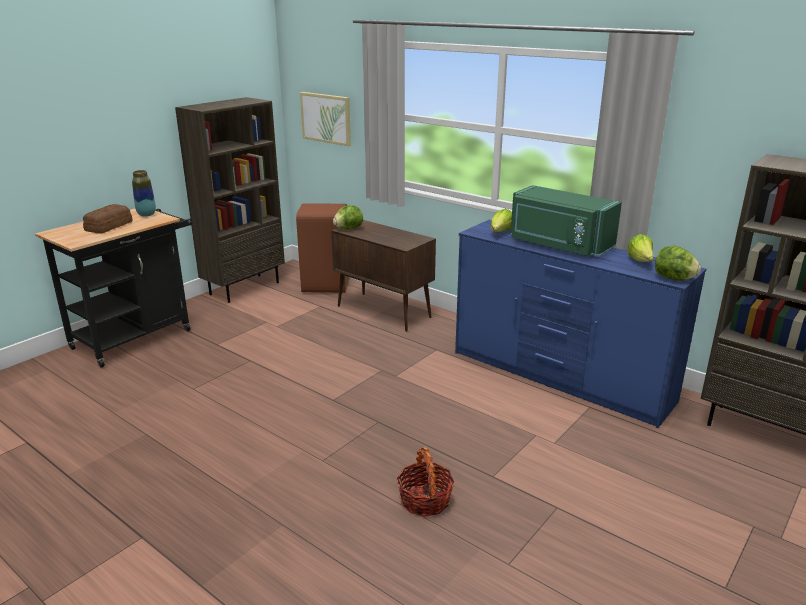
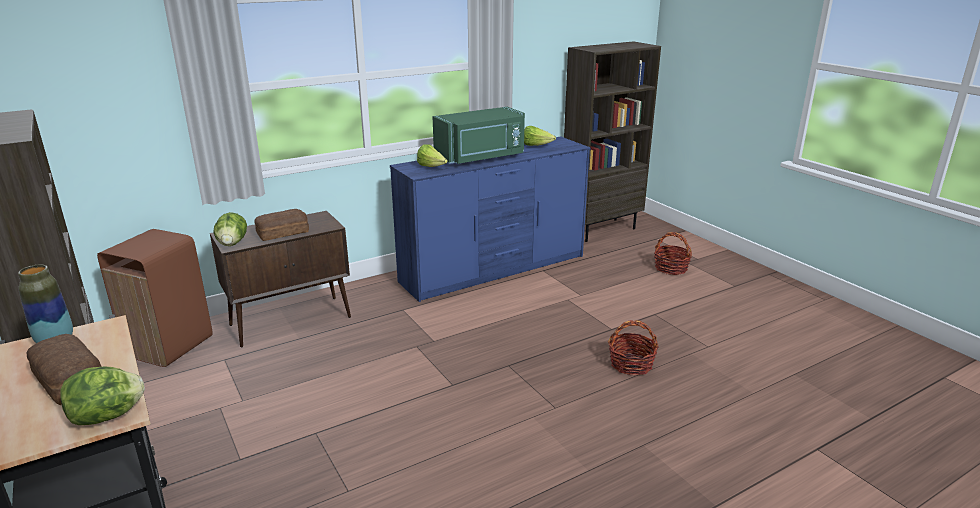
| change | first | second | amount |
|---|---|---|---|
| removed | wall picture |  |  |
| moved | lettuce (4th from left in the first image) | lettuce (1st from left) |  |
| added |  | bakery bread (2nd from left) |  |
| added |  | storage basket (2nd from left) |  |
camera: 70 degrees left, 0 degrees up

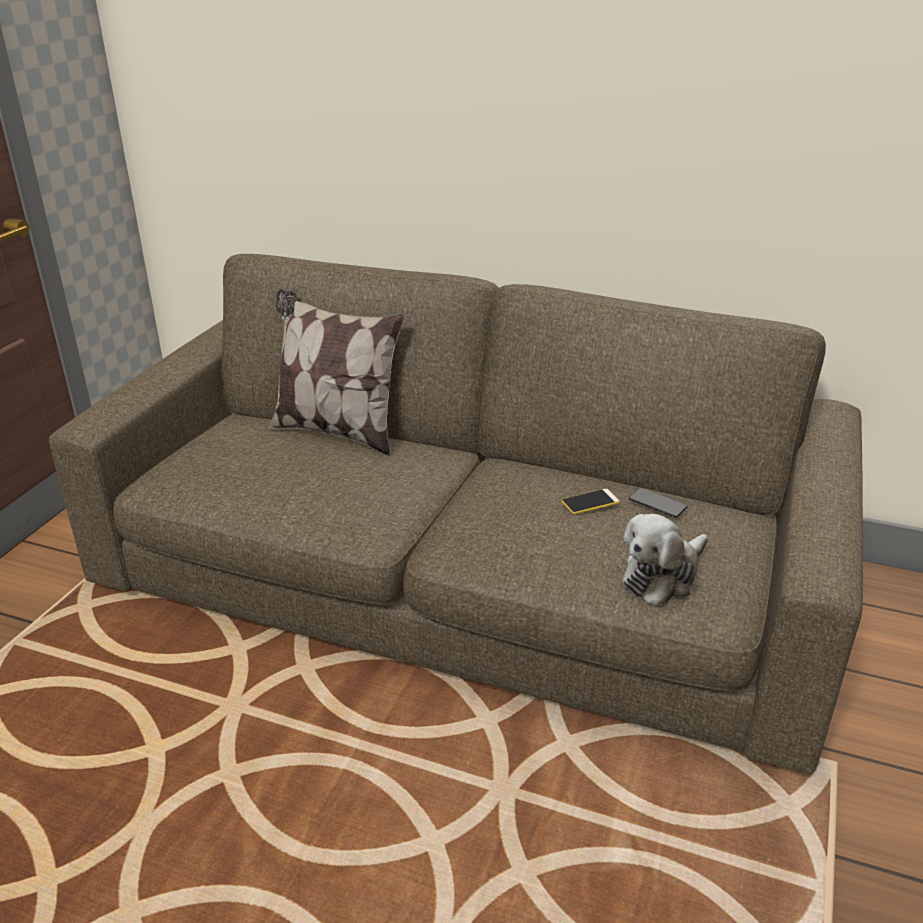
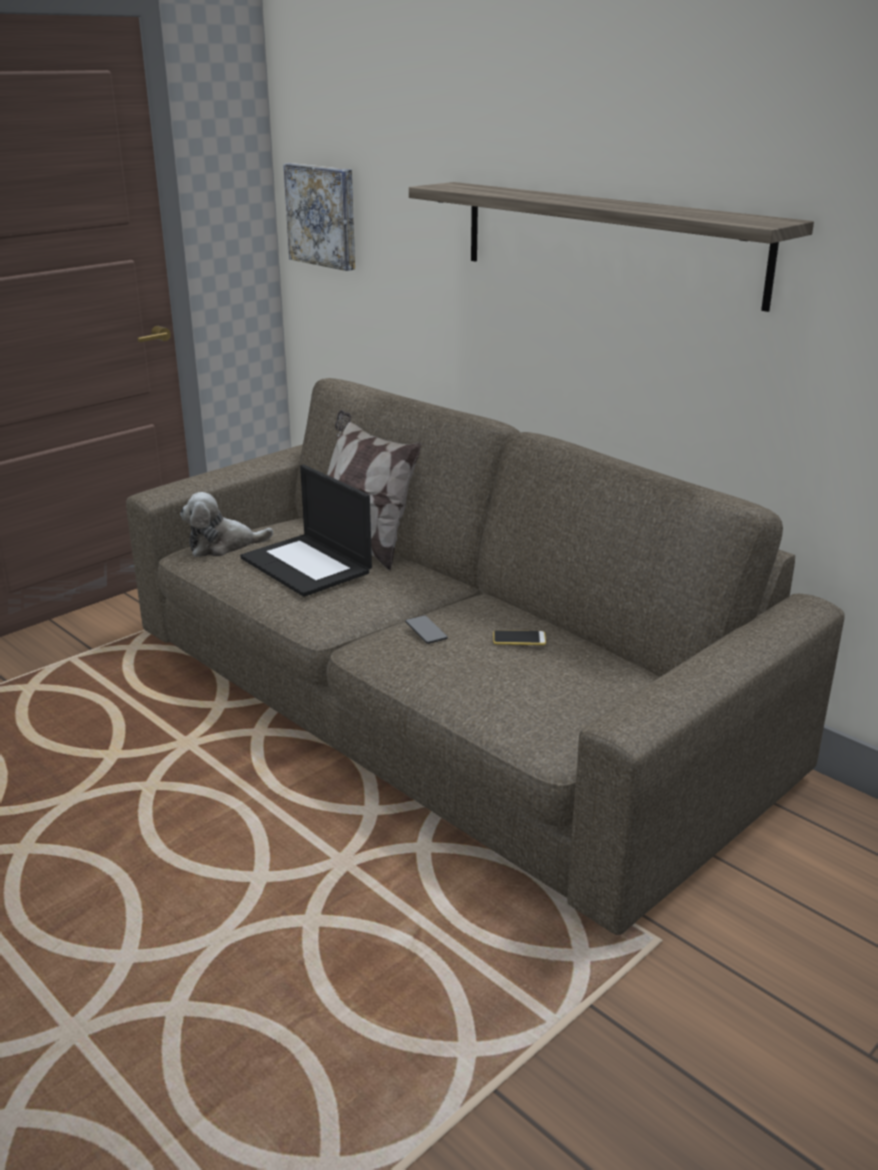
| change | first | second | amount |
|---|---|---|---|
| moved | phone (2nd from left in the first image) | phone (1st from left) |  |
| moved | cuddly toy |  |  |
| added |  | wall picture |  |
| added |  | shelf |  |
| added |  | laptop |  |
camera: 25 degrees right, 5 degrees down

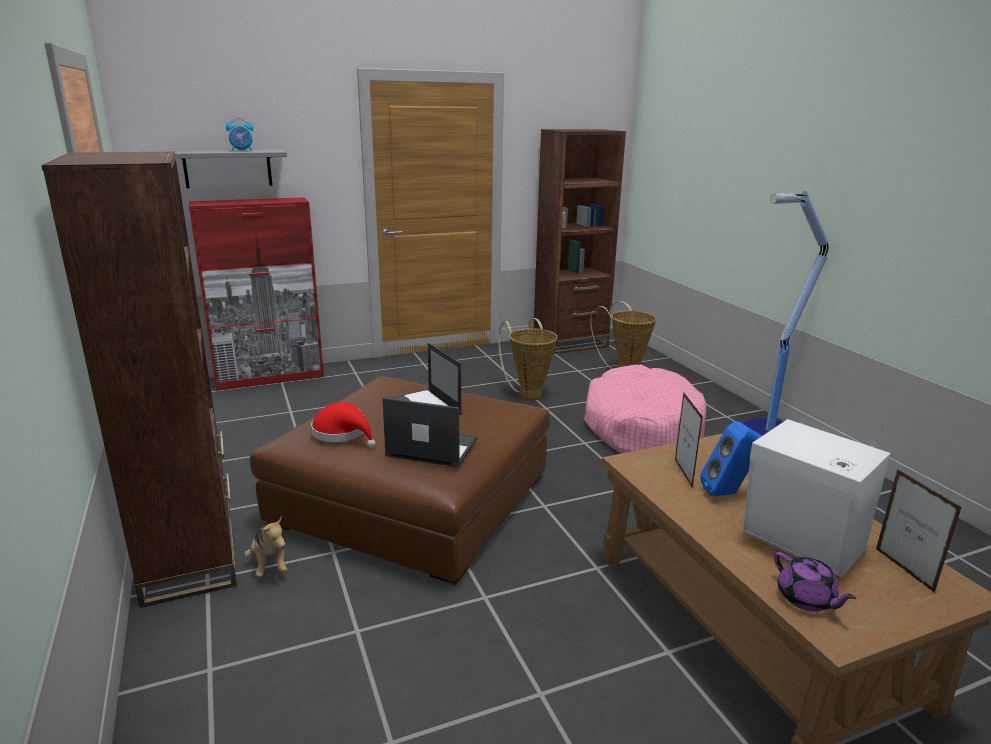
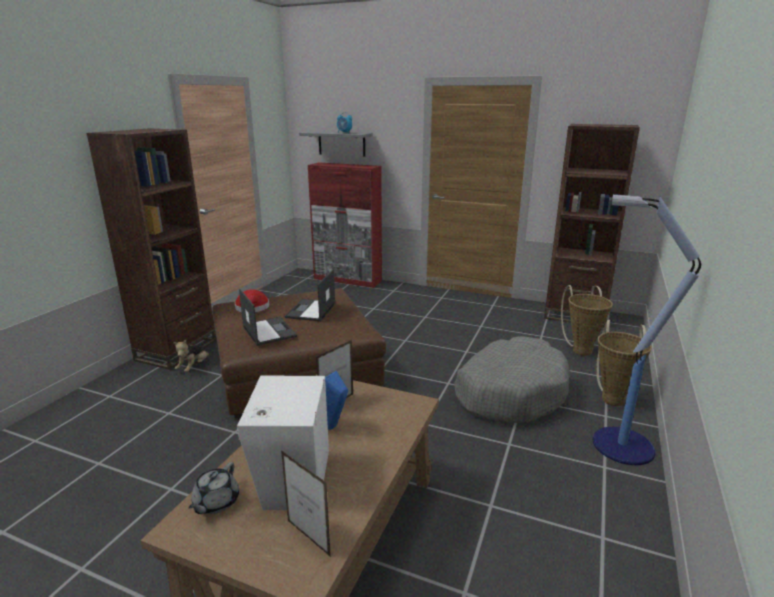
| change | first | second | amount |
|---|---|---|---|
| moved | storage basket (1st from left in the first image) | storage basket (2nd from left) |  |
| recoloured | pink-coloured pet bed | greyish pet bed |  |
| turned | standing frame (2nd from left in the first image) | standing frame (1st from left) | 105 degrees clockwise |
| recoloured | purple tea pot | greyish tea pot |  |
camera: 45 degrees right, 0 degrees up

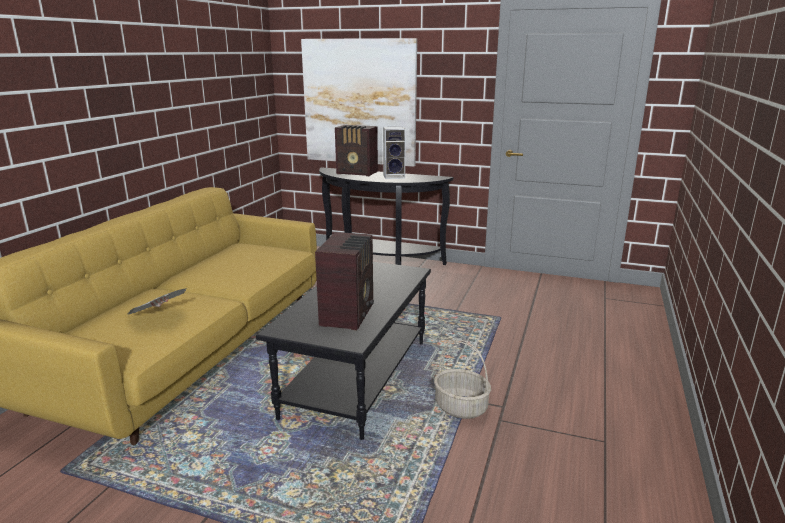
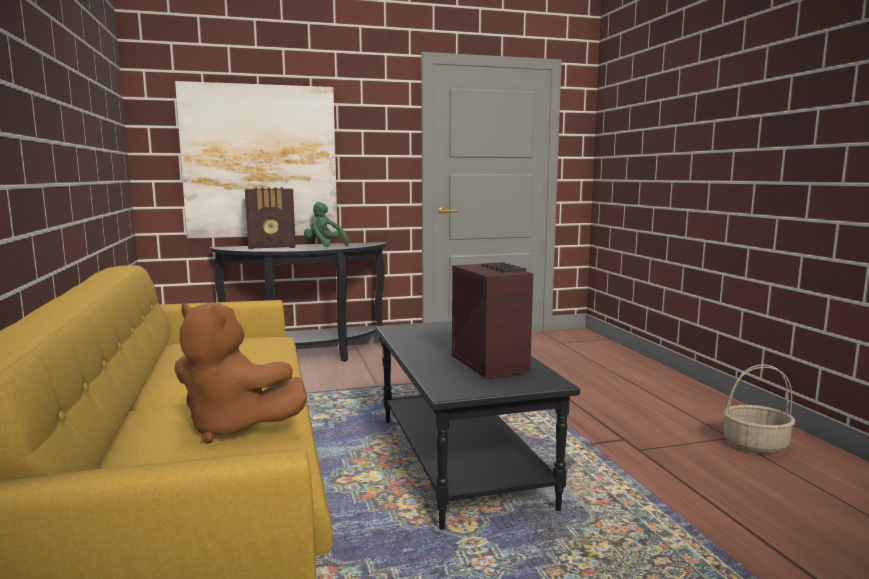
| change | first | second | amount |
|---|---|---|---|
| replaced | loudspeaker | green cuddly toy |  |
| replaced | newspaper | brown-coloured cuddly toy |  |
| moved | storage basket |  |  |
camera: 35 degrees left, 10 degrees down

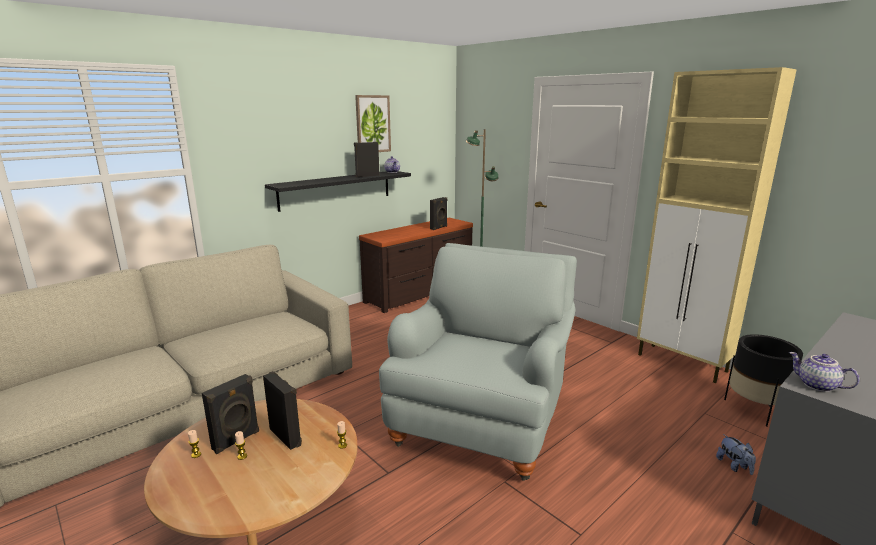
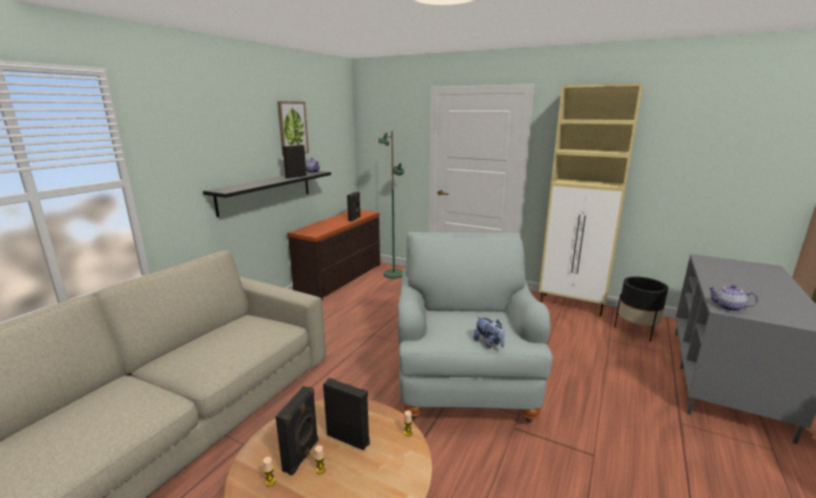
| change | first | second | amount |
|---|---|---|---|
| moved | cuddly toy |  |  |
camera: 20 degrees left, 0 degrees up

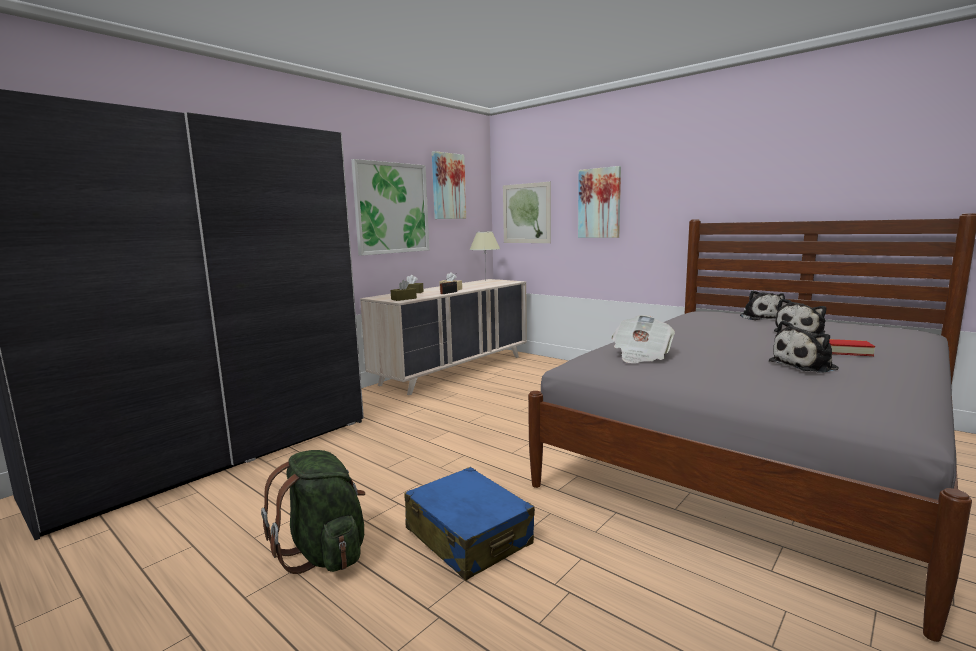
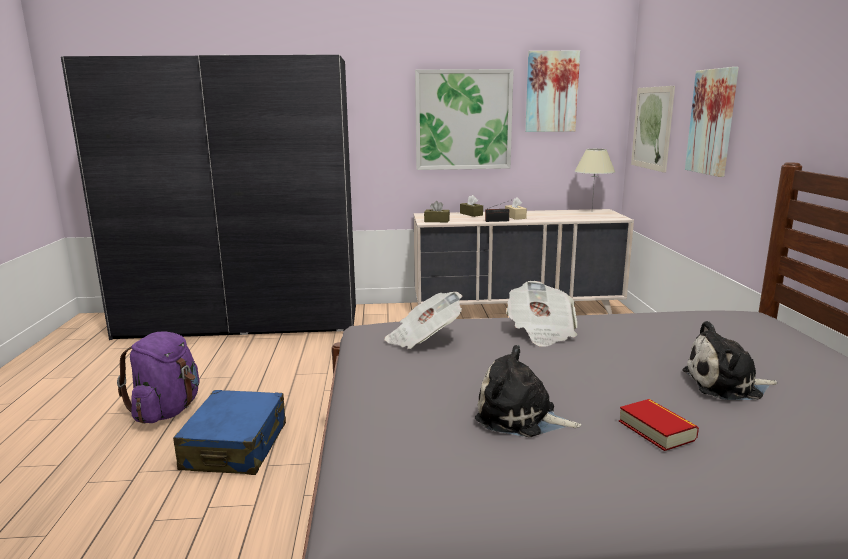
| change | first | second | amount |
|---|---|---|---|
| removed | cuddly toy (1st from left) |  |  |
| recoloured | green rucksack | purple rucksack |  |
| added |  | newspaper (2nd from left) |  |
camera: 45 degrees right, 5 degrees up

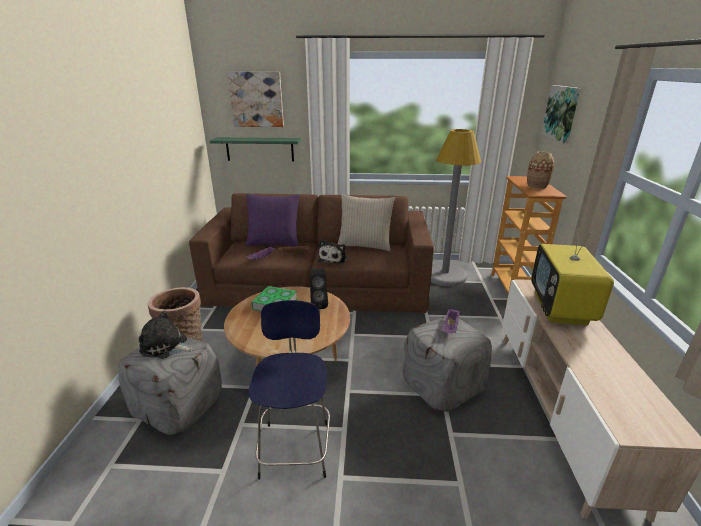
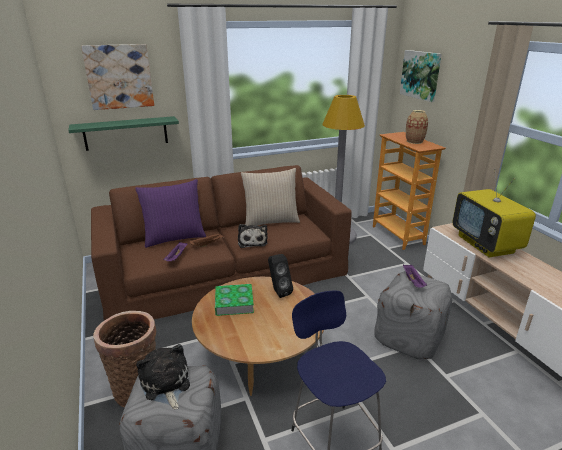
| change | first | second | amount |
|---|---|---|---|
| turned | cuddly toy (1st from left) |  | 75 degrees clockwise |
camera: 25 degrees left, 0 degrees up

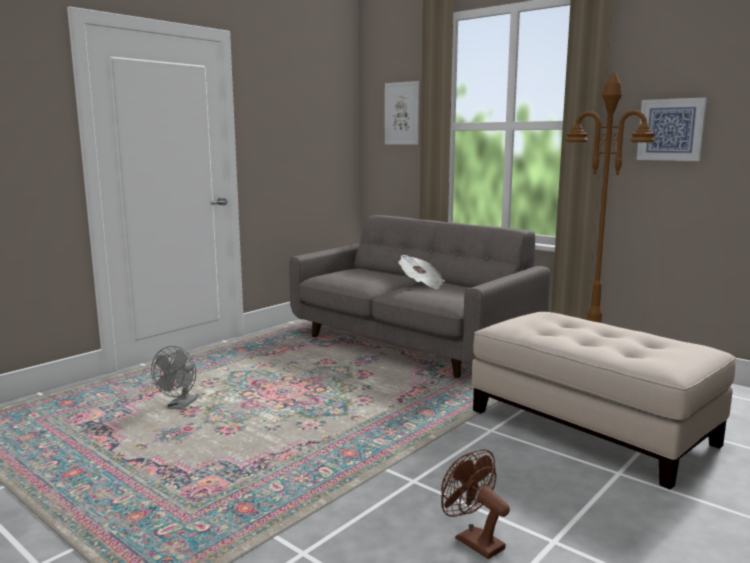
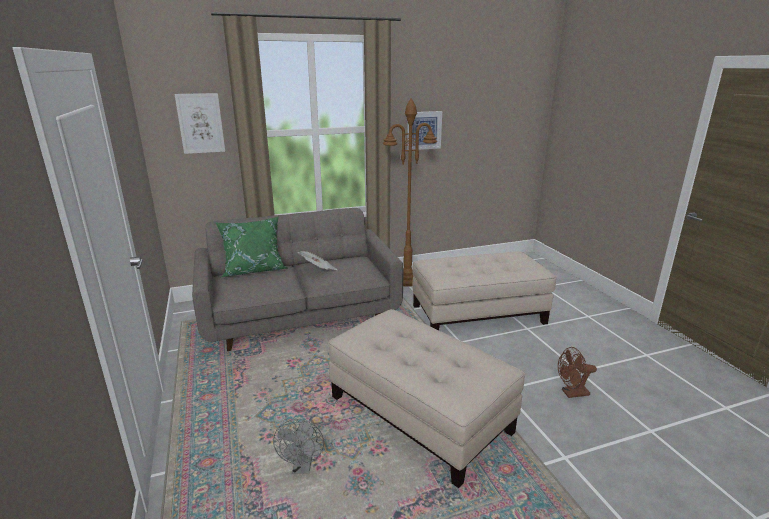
| change | first | second | amount |
|---|---|---|---|
| turned | greyish cooling fan |  | 45 degrees clockwise |
| added |  | green throw pillow |  |
| added |  | beige footrest (1st from left) |  |
camera: 60 degrees left, 10 degrees up

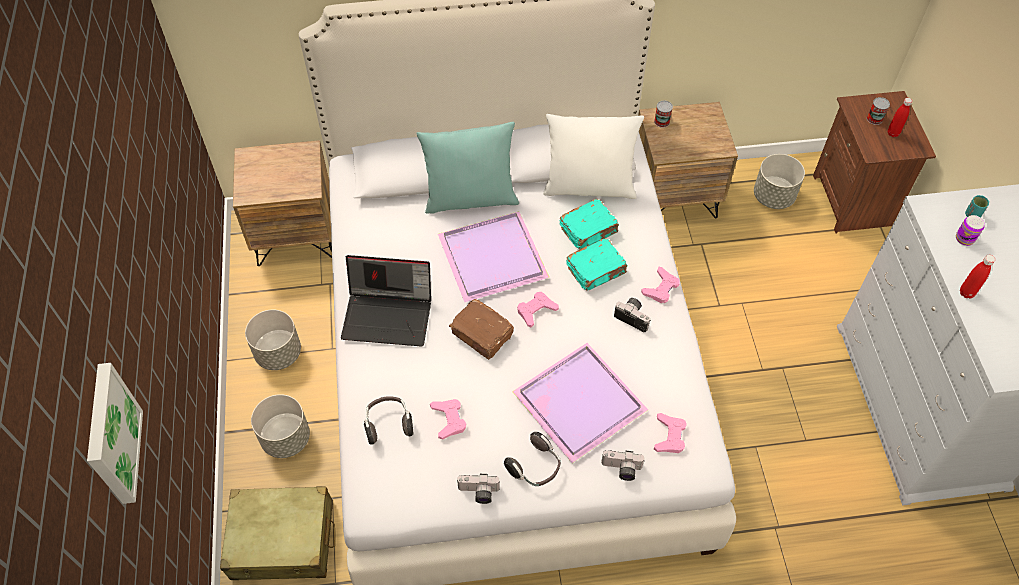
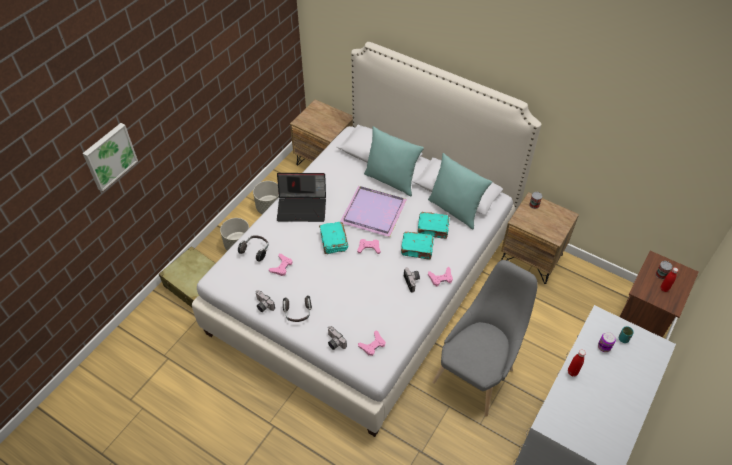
| change | first | second | amount |
|---|---|---|---|
| recoloured | white throw pillow | turquoise throw pillow (2nd from left) |  |
| removed | greyish flower pot (3rd from left) |  |  |
| turned | laptop |  | 45 degrees counterclockwise |
| recoloured | brown-coloured bound book | turquoise bound book (1st from left) |  |
| removed | purple serving tray (2nd from left) |  |  |
| added |  | greyish plain chair |  |
camera: 40 degrees right, 5 degrees down

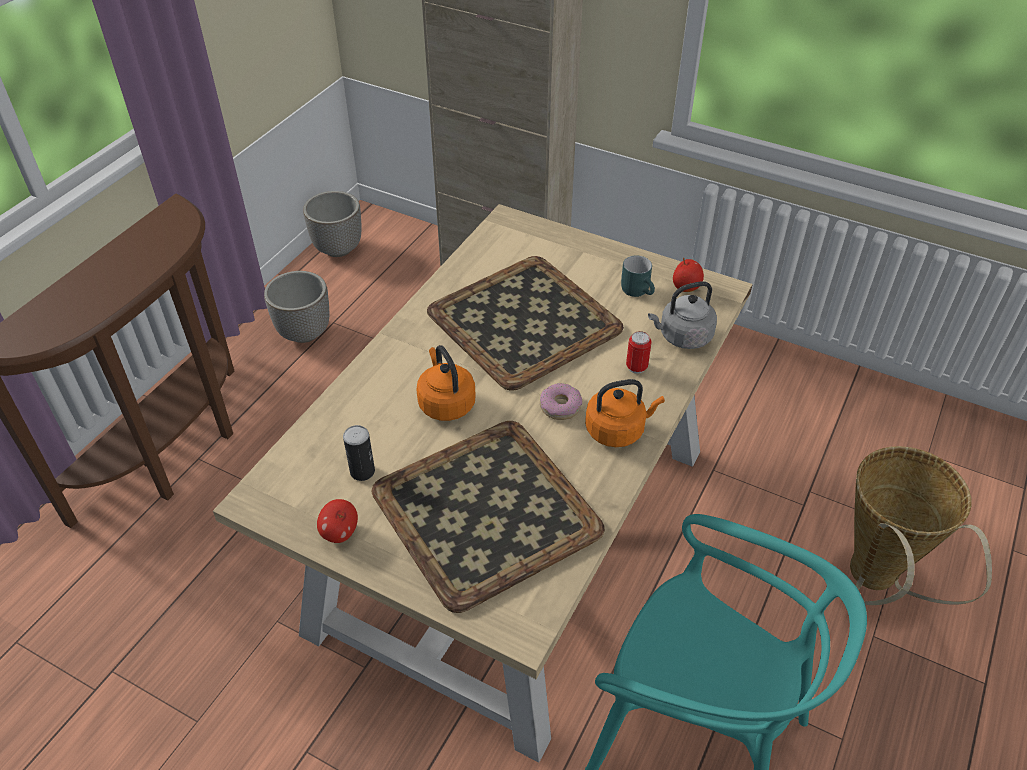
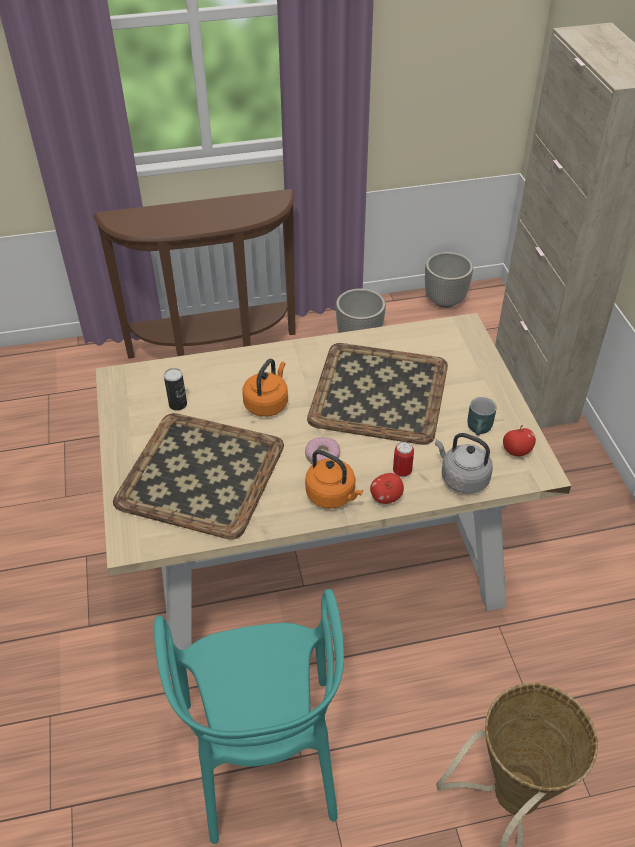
| change | first | second | amount |
|---|---|---|---|
| moved | whole apple (1st from left) |  |  |
camera: 50 degrees right, 0 degrees up

